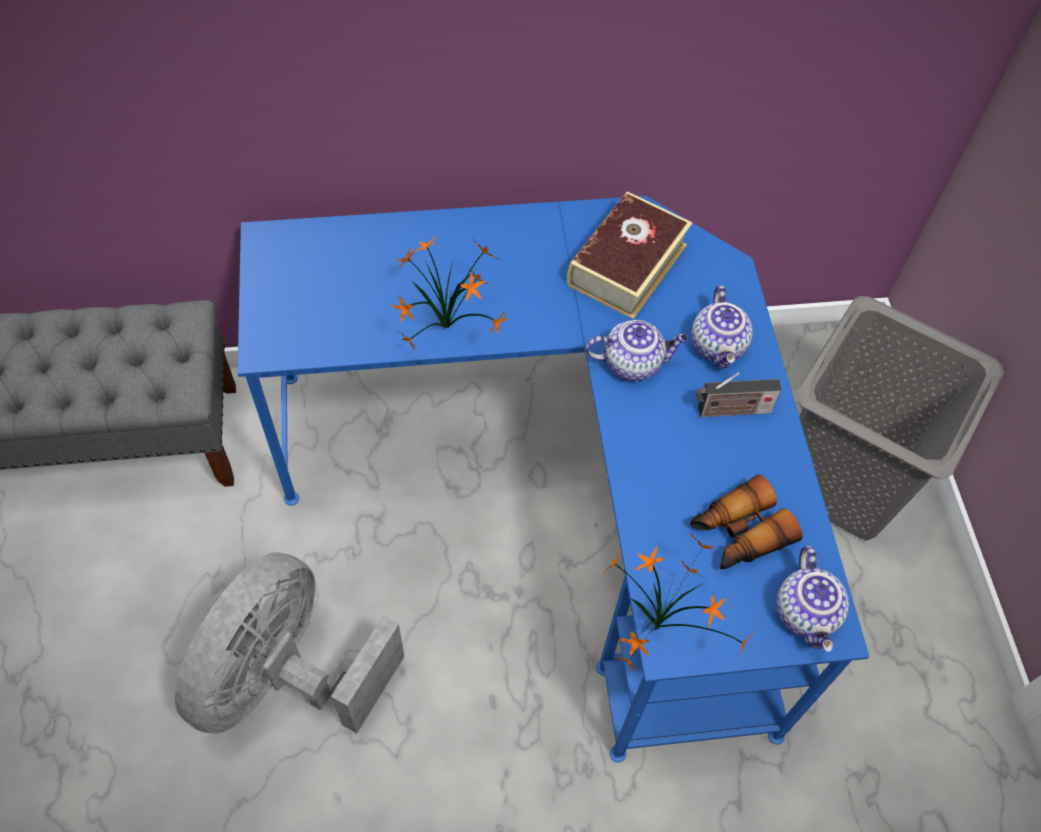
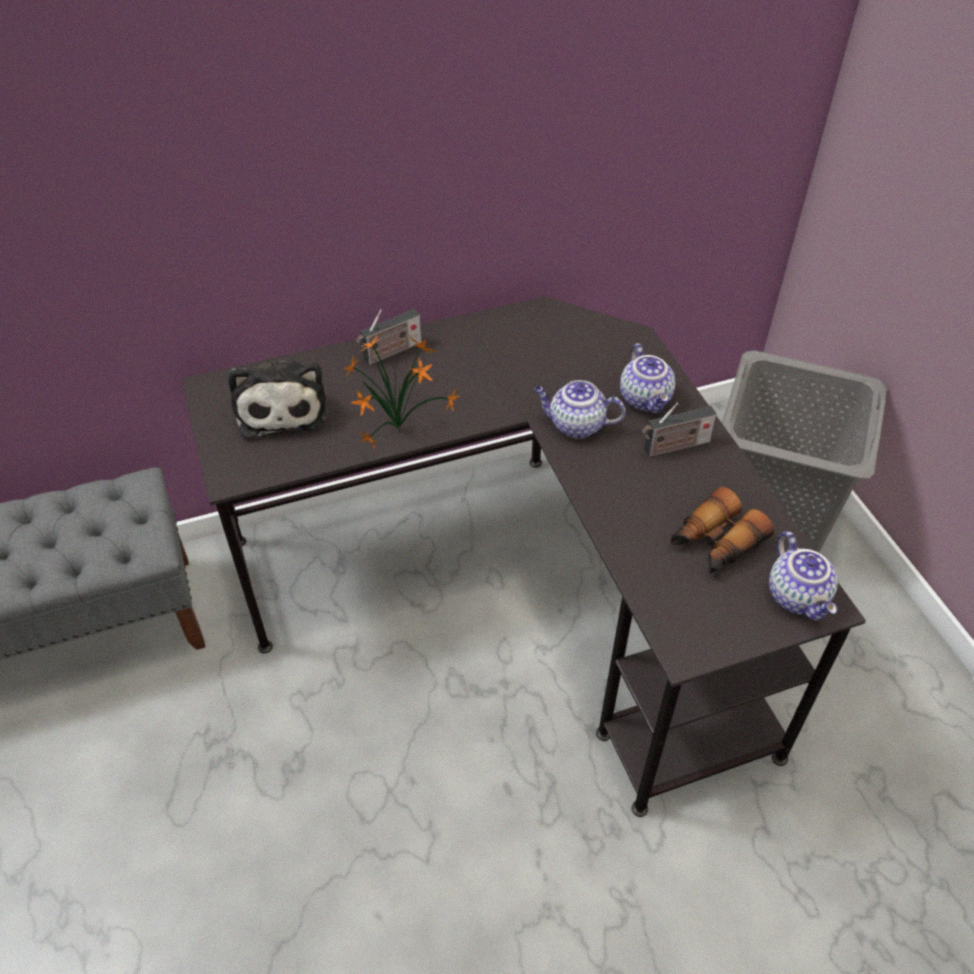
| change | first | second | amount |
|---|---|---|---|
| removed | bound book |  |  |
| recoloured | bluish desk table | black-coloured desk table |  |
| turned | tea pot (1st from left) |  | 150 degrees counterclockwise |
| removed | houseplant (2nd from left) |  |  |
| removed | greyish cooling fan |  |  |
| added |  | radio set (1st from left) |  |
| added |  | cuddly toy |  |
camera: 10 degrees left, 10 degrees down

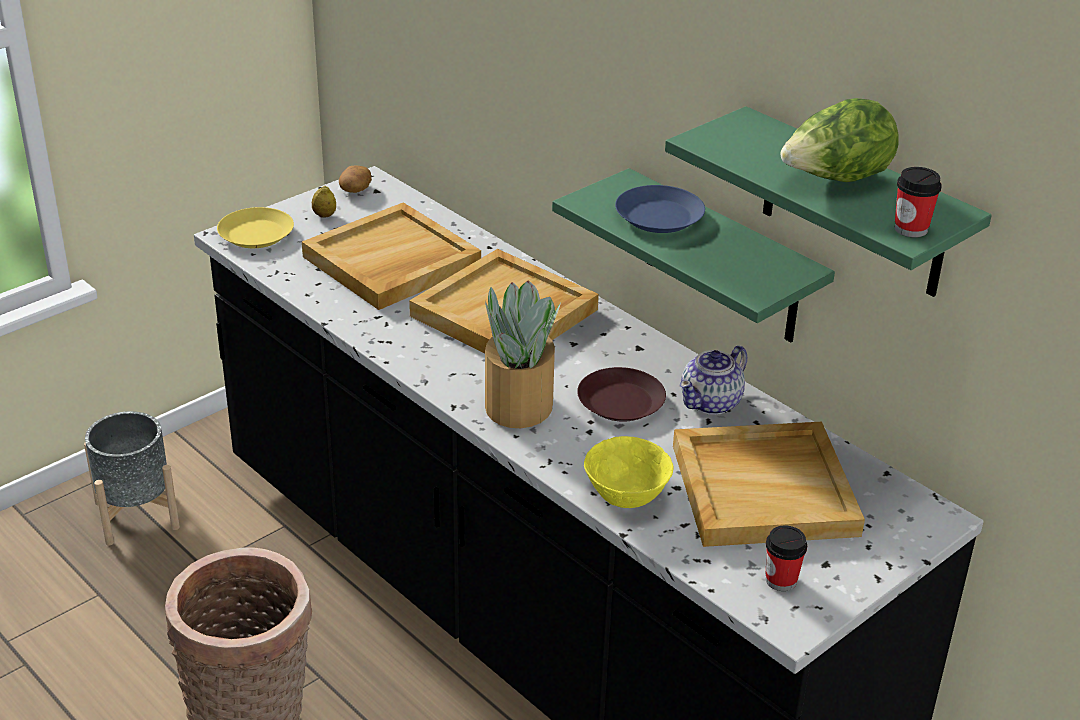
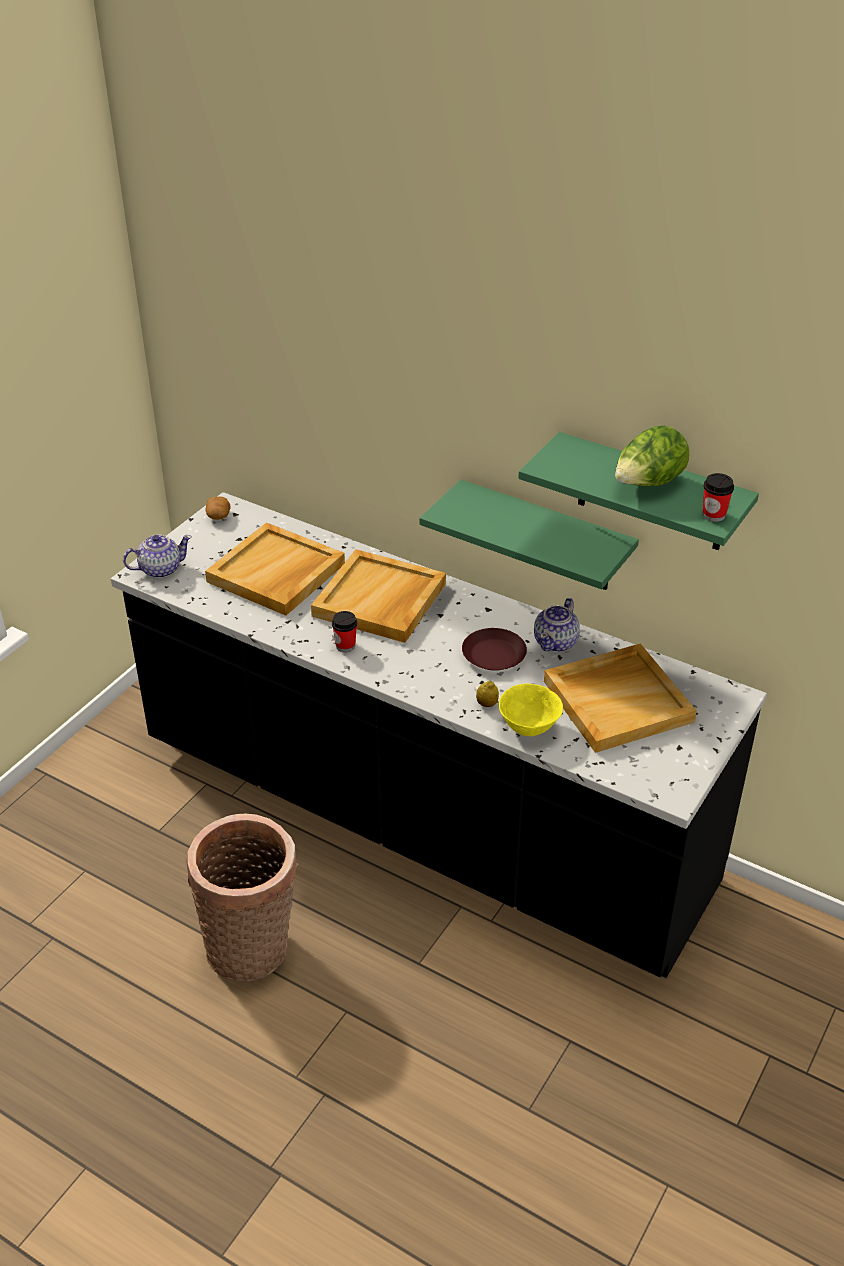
| change | first | second | amount |
|---|---|---|---|
| removed | bluish plate |  |  |
| moved | lemon |  |  |
| replaced | yellow-coloured plate | tea pot (1st from left) |  |
| removed | houseplant |  |  |
| removed | greyish flower pot |  |  |
| moved | small cup (1st from left) |  |  |
camera: 15 degrees left, 5 degrees up

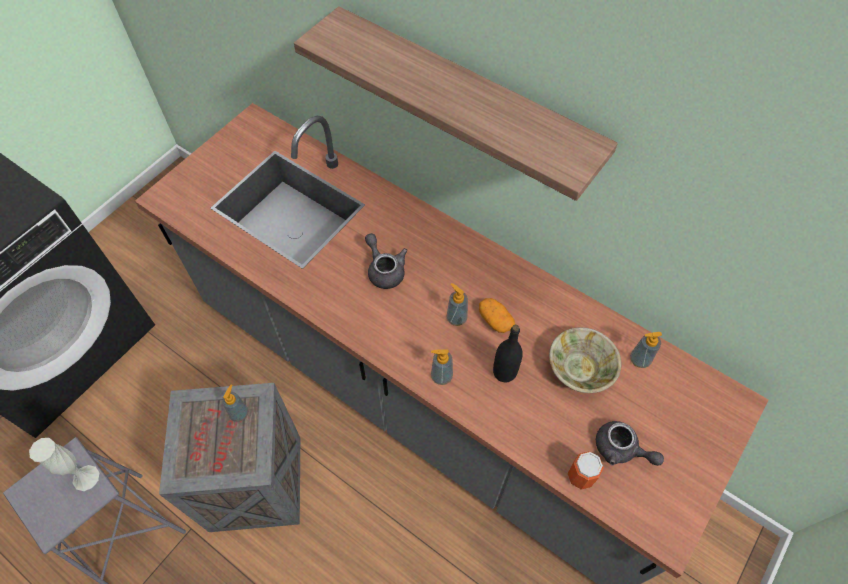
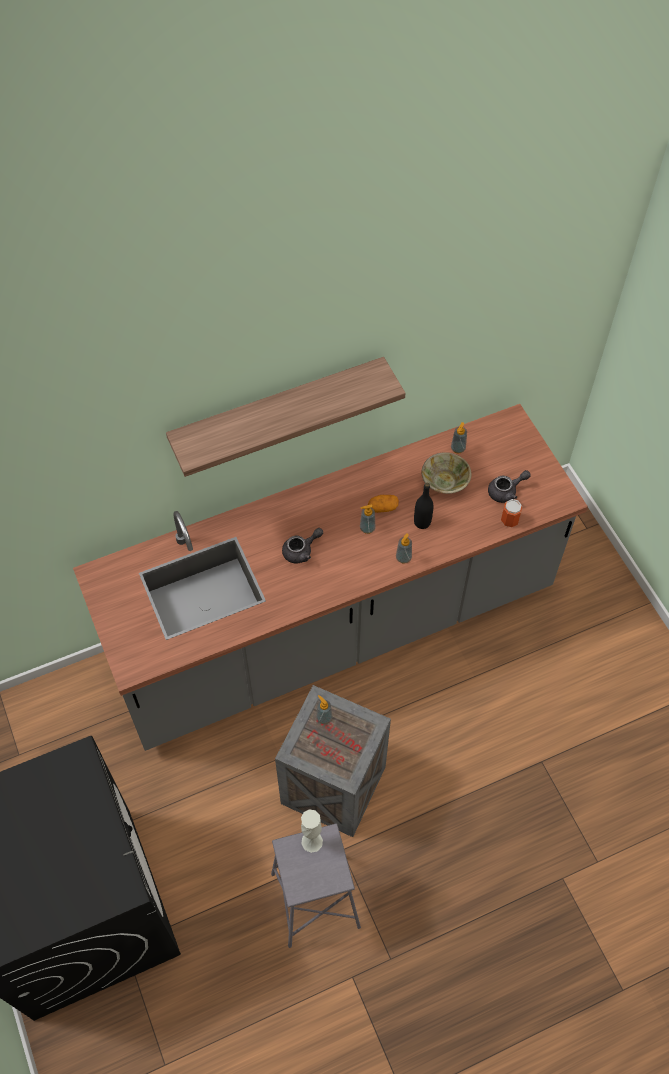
| change | first | second | amount |
|---|---|---|---|
| turned | greyish tea pot (1st from left) |  | 150 degrees clockwise |
camera: 60 degrees left, 0 degrees up

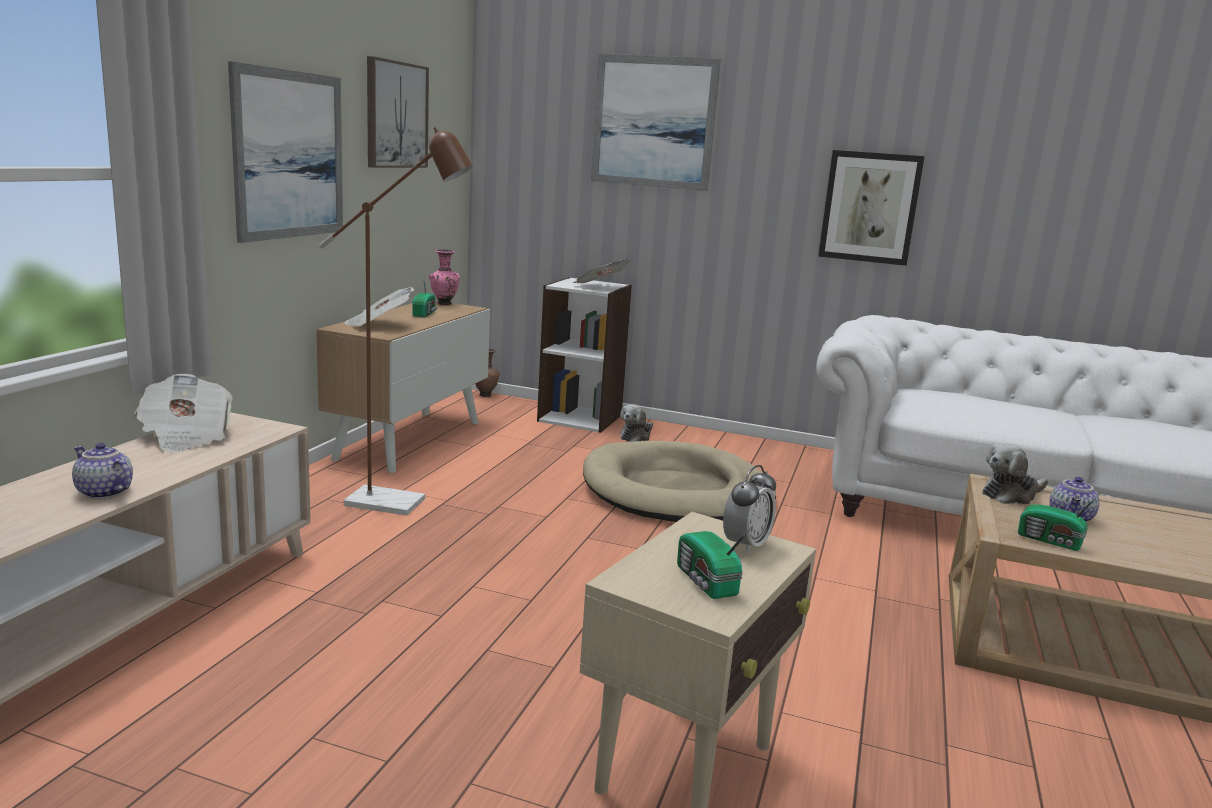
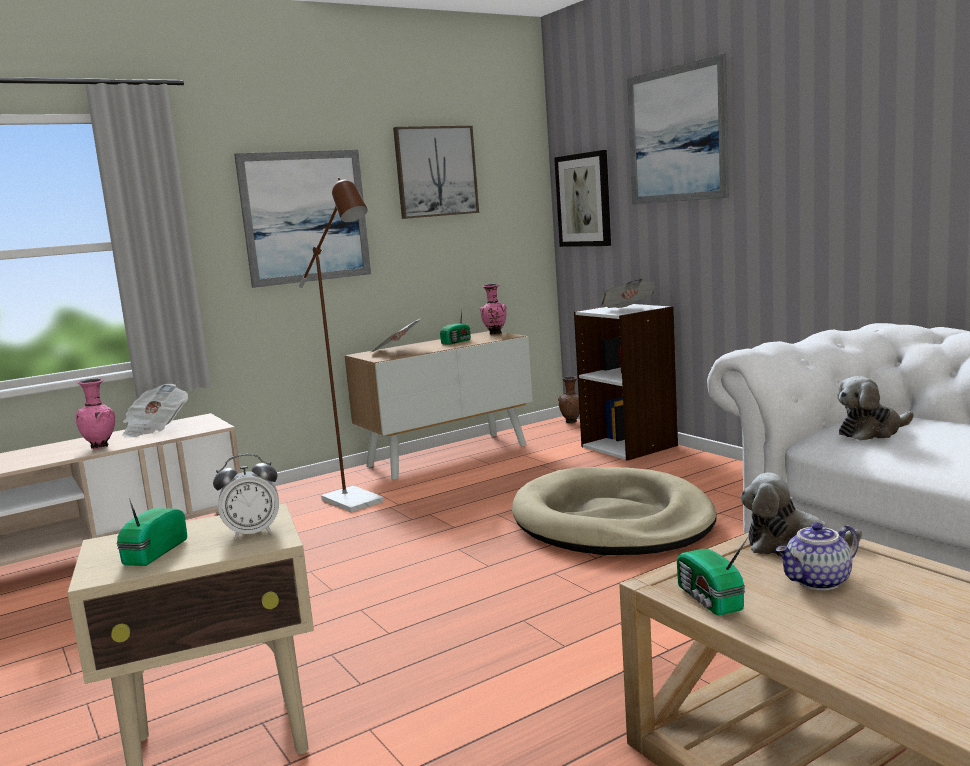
| change | first | second | amount |
|---|---|---|---|
| moved | wall picture (4th from left in the first image) | wall picture (3rd from left) |  |
| moved | cuddly toy (1st from left in the first image) | cuddly toy (2nd from left) |  |
| removed | tea pot (1st from left) |  |  |
| added |  | pink-coloured decorative vase (1st from left) |  |
camera: 40 degrees right, 5 degrees down

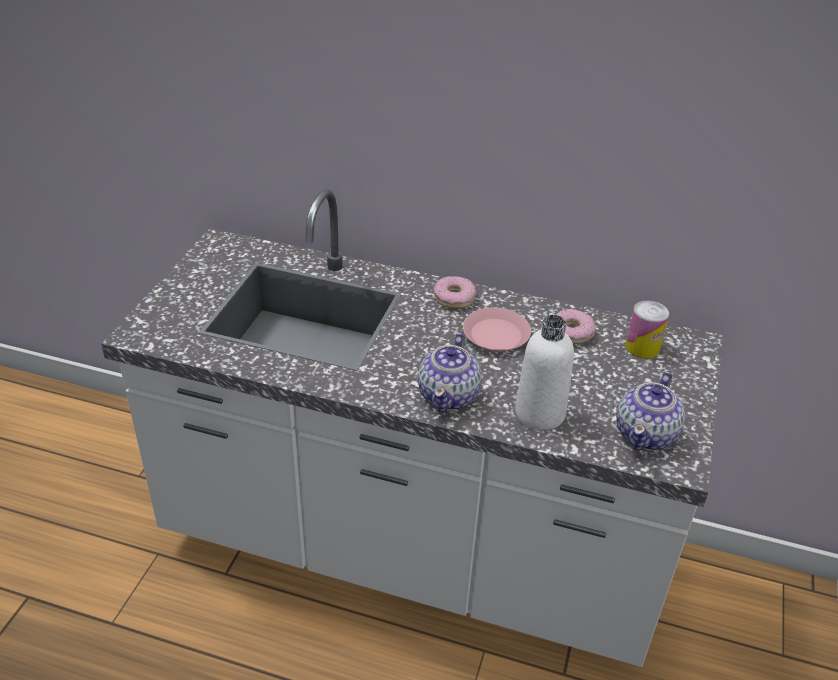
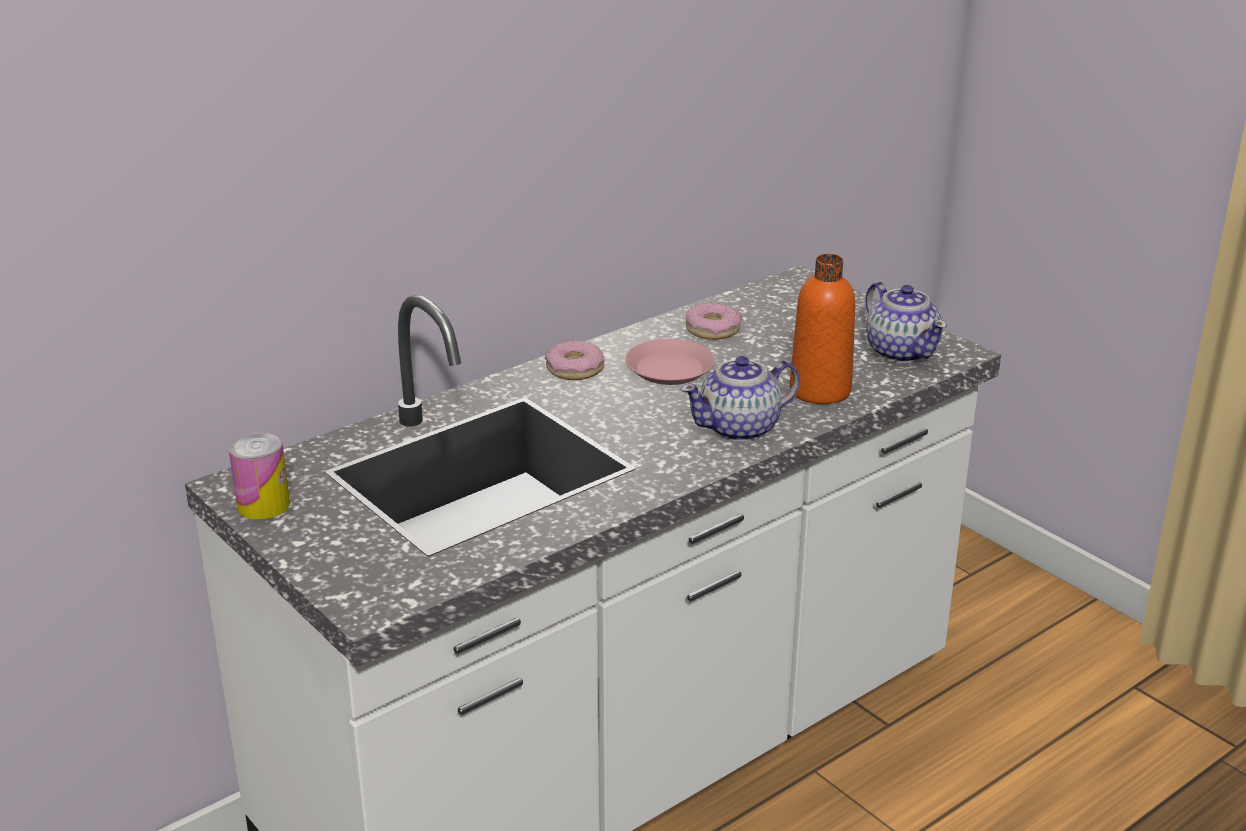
| change | first | second | amount |
|---|---|---|---|
| moved | can |  |  |
| recoloured | white bottle | orangey bottle |  |
| turned | tea pot (1st from left) |  | 105 degrees clockwise |
camera: 55 degrees left, 10 degrees down

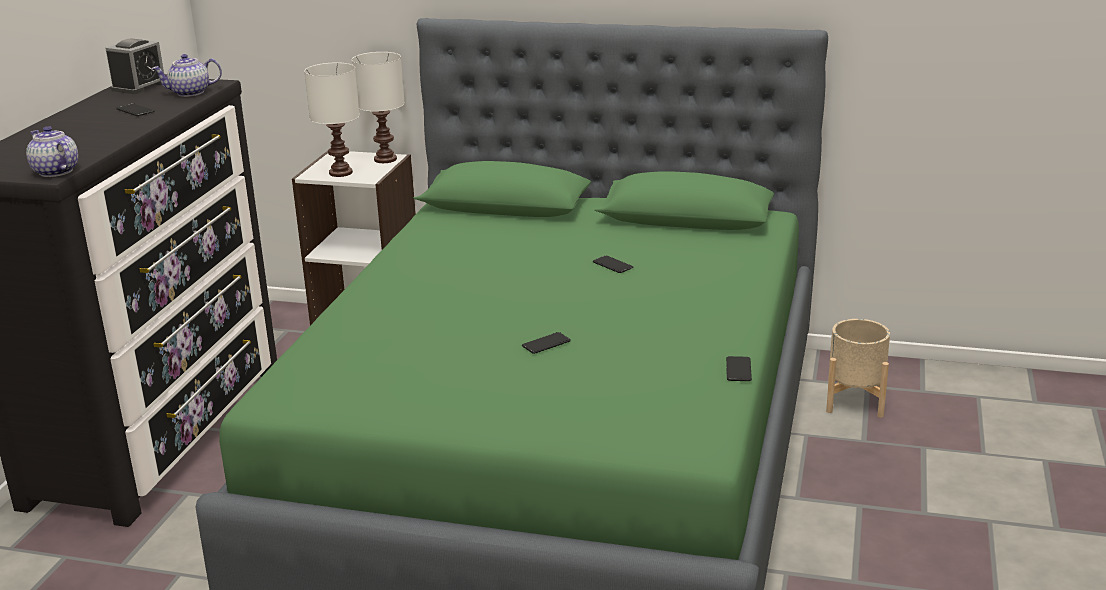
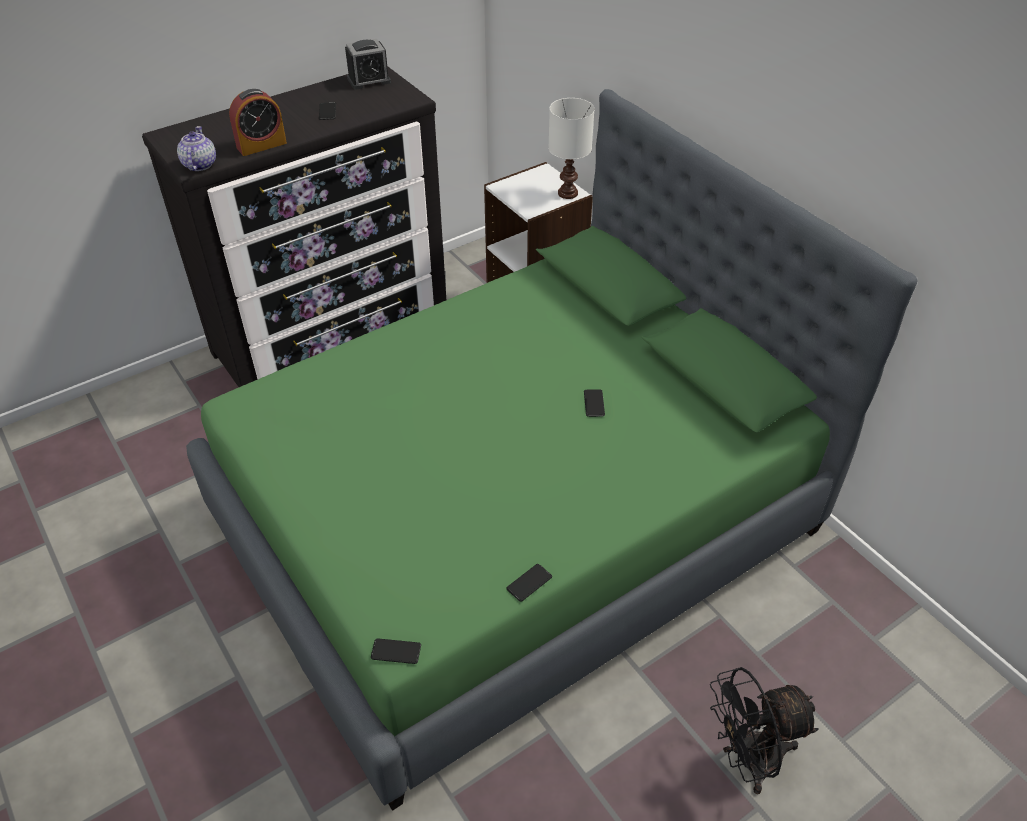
| change | first | second | amount |
|---|---|---|---|
| removed | tea pot (2nd from left) |  |  |
| removed | white lamp for a table (1st from left) |  |  |
| removed | beige flower pot |  |  |
| moved | phone (2nd from left) |  |  |
| added |  | table clock (1st from left) |  |
| added |  | black-coloured cooling fan |  |
camera: 40 degrees right, 20 degrees up

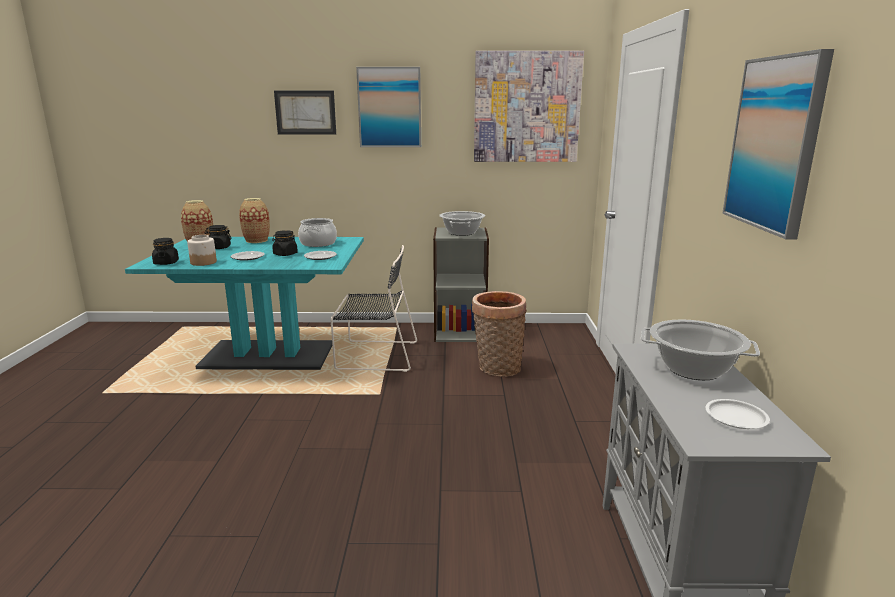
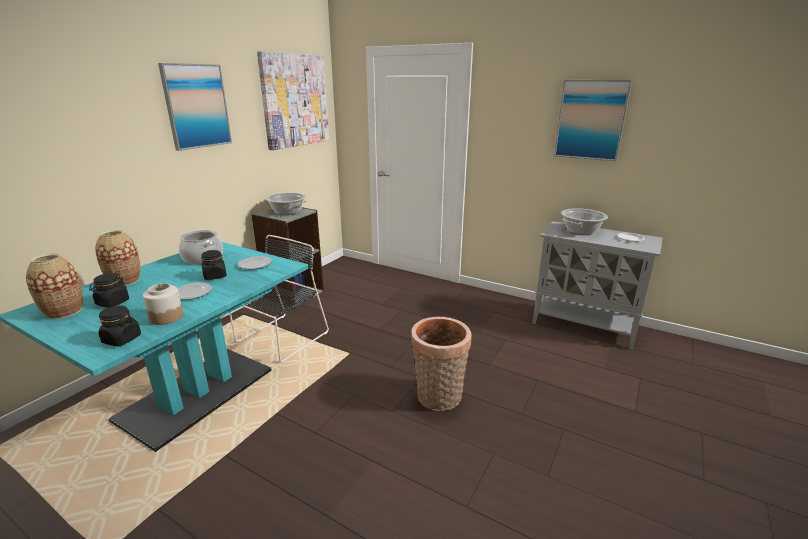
| change | first | second | amount |
|---|---|---|---|
| removed | wall picture (1st from left) |  |  |
| moved | storage basket |  |  |
camera: 60 degrees left, 5 degrees up

